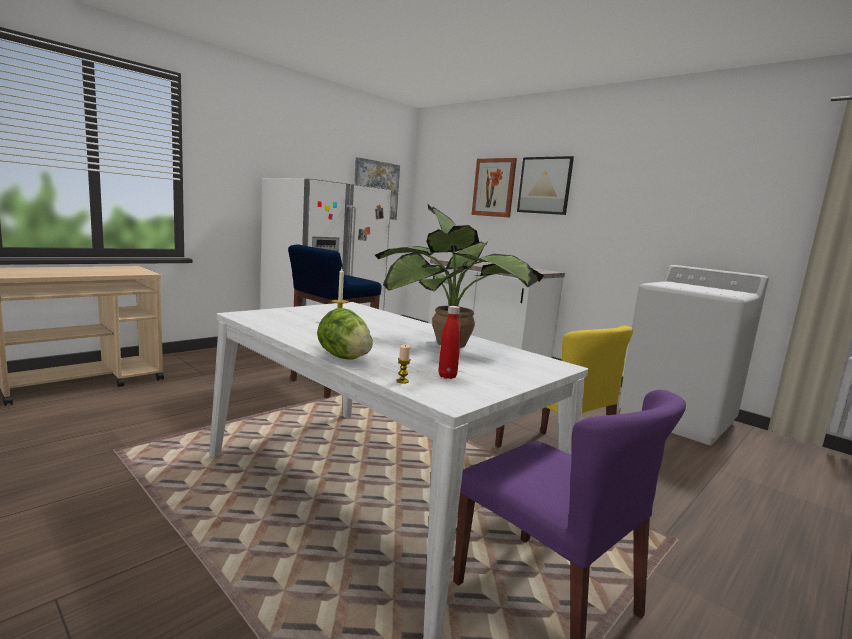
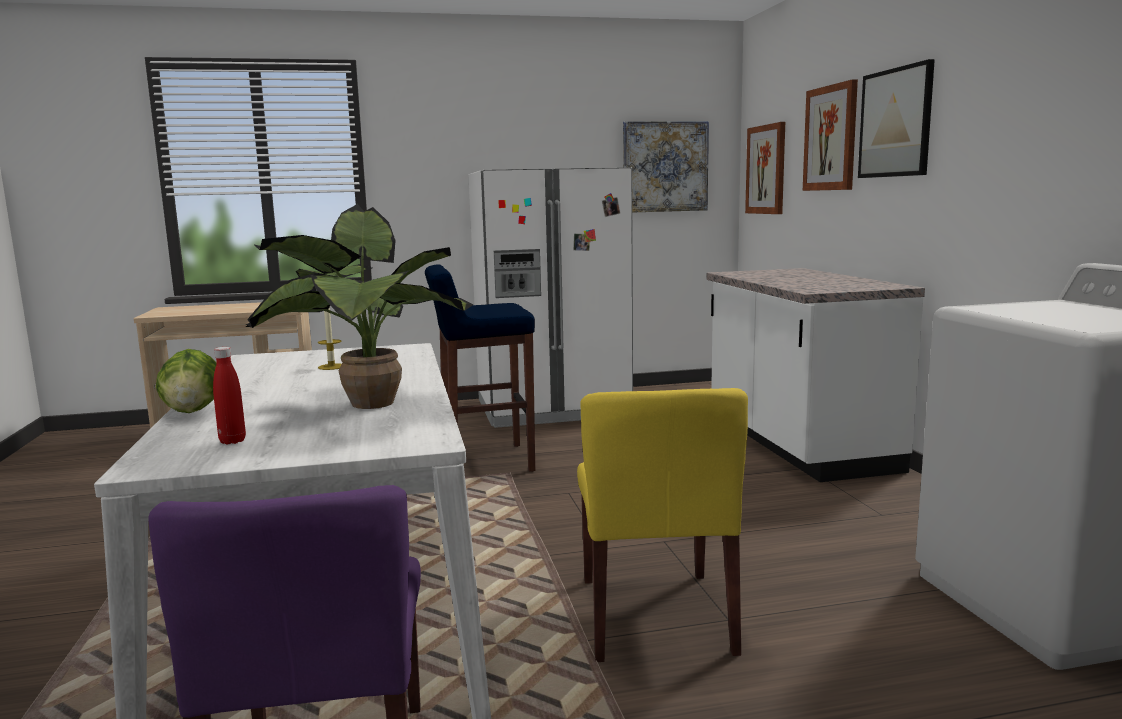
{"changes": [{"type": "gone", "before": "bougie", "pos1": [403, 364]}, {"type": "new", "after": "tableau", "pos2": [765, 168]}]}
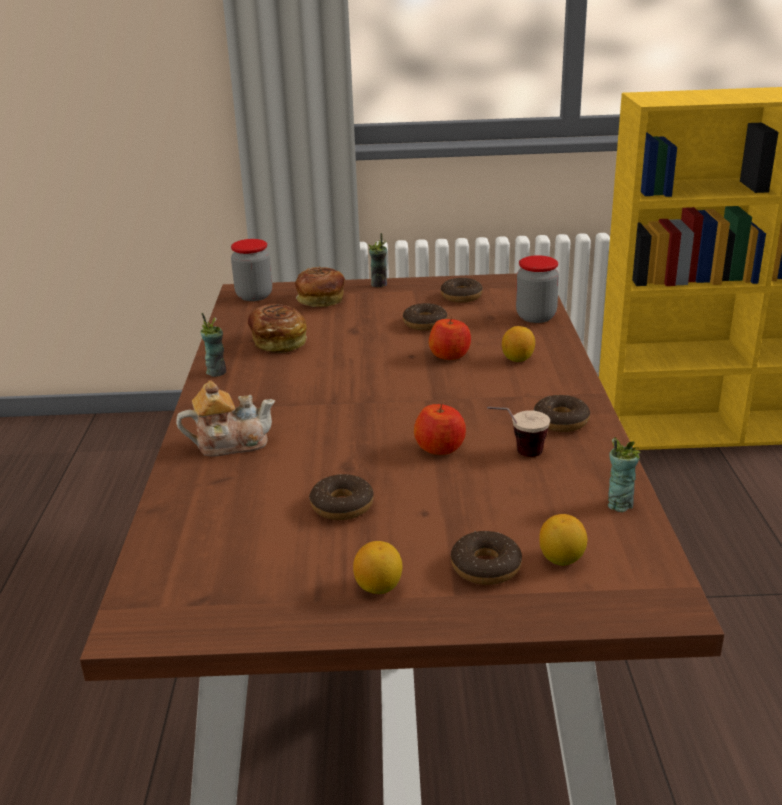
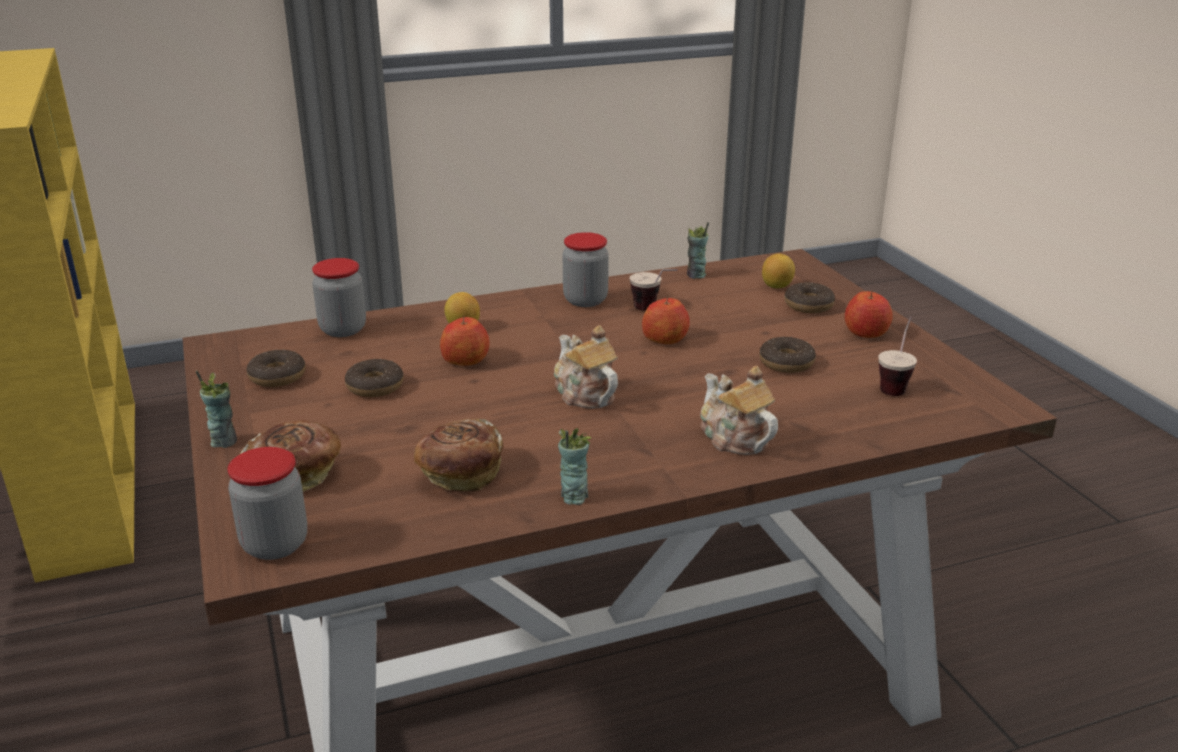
{"changes": [{"type": "swapped", "before": "citron", "after": "pomme", "pos1": [378, 567], "pos2": [869, 314]}, {"type": "swapped", "before": "beignet", "after": "bocal", "pos1": [562, 413], "pos2": [586, 269]}, {"type": "new", "after": "théière", "pos2": [586, 367]}, {"type": "new", "after": "tasse", "pos2": [897, 356]}]}
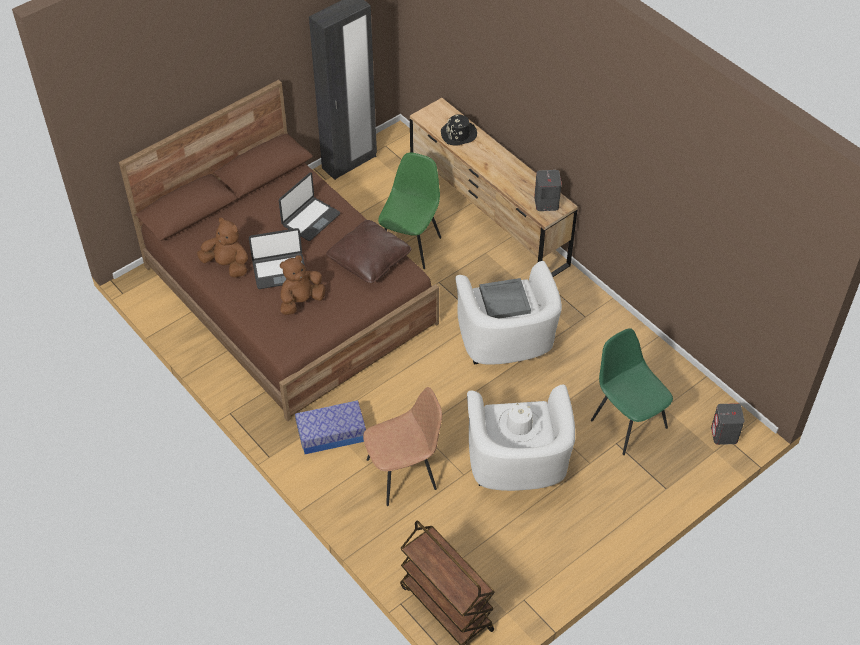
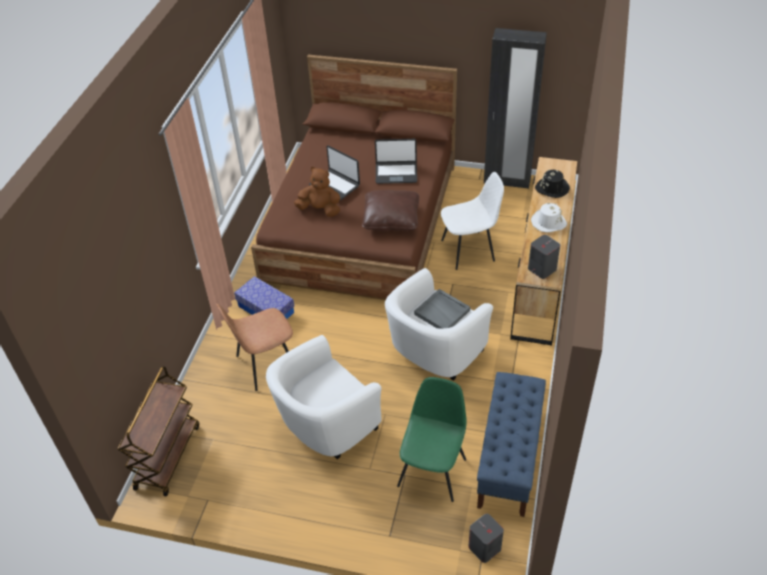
{"changes": [{"type": "gone", "before": "peluche (marron)", "pos1": [222, 248]}, {"type": "rotated", "before": "chaise (marron)", "pos1": [402, 446], "pos2": [254, 347], "turn": 120}, {"type": "repainted", "before": "chaise (vert)", "after": "chaise (blanc)", "pos1": [409, 210], "pos2": [472, 221]}, {"type": "shifted", "before": "chapeau (blanc)", "pos1": [520, 422], "pos2": [549, 217]}, {"type": "new", "after": "banc (bleu)", "pos2": [511, 444]}]}
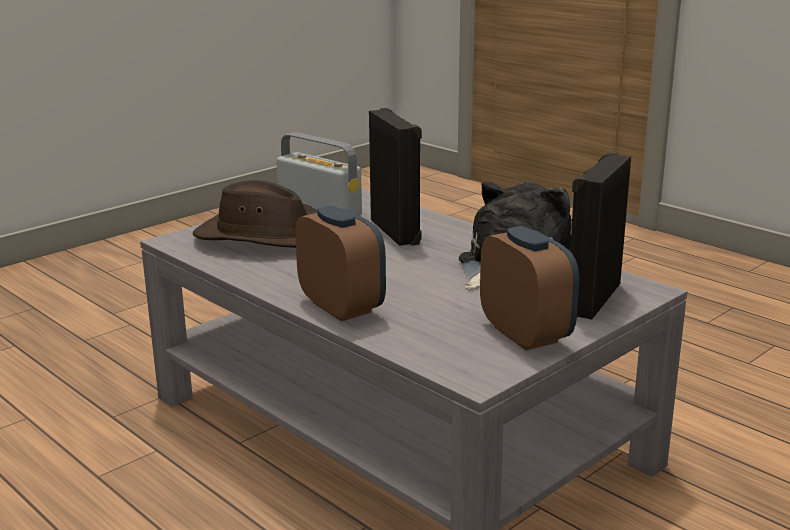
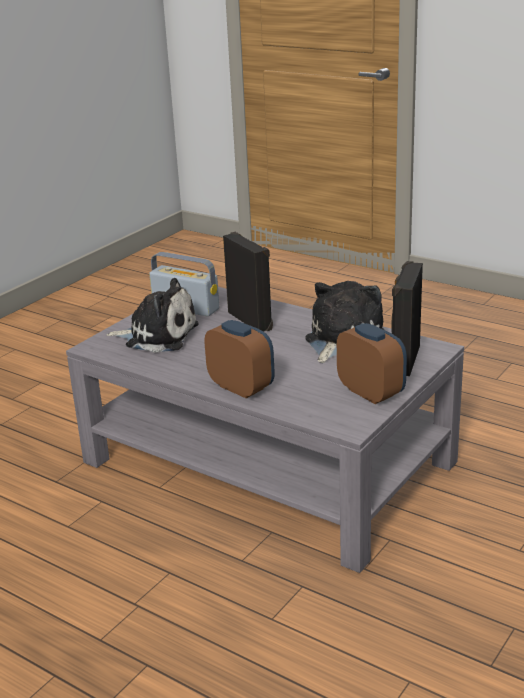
{"changes": [{"type": "swapped", "before": "chapeau (marron)", "after": "peluche", "pos1": [255, 214], "pos2": [153, 315]}]}
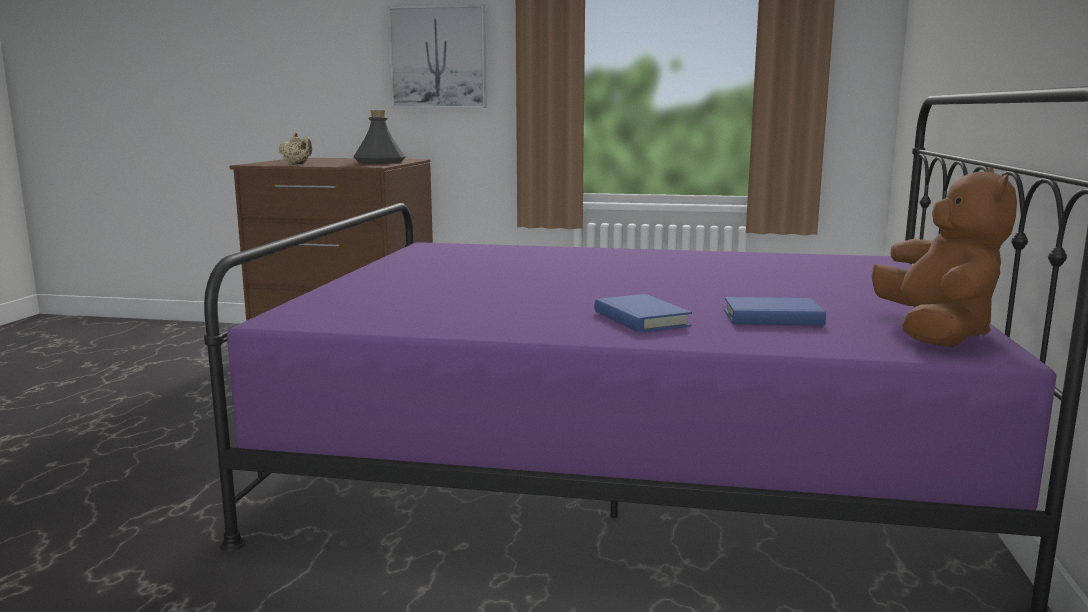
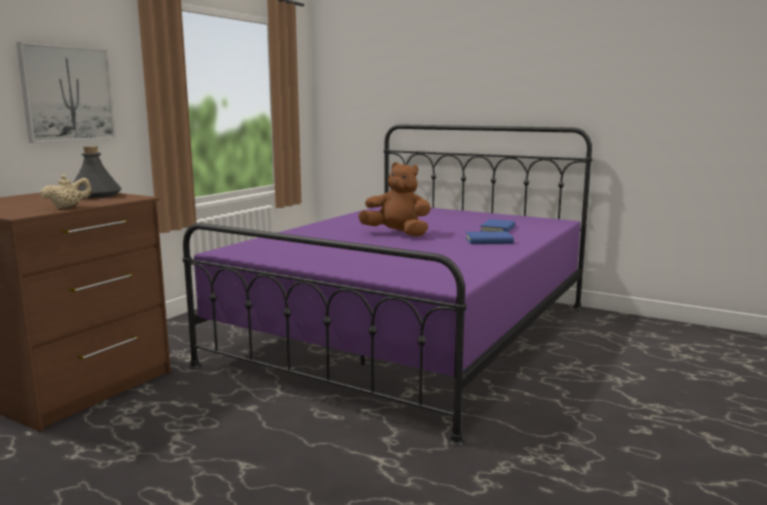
{"changes": [{"type": "shifted", "before": "peluche (marron)", "pos1": [944, 257], "pos2": [394, 199]}]}
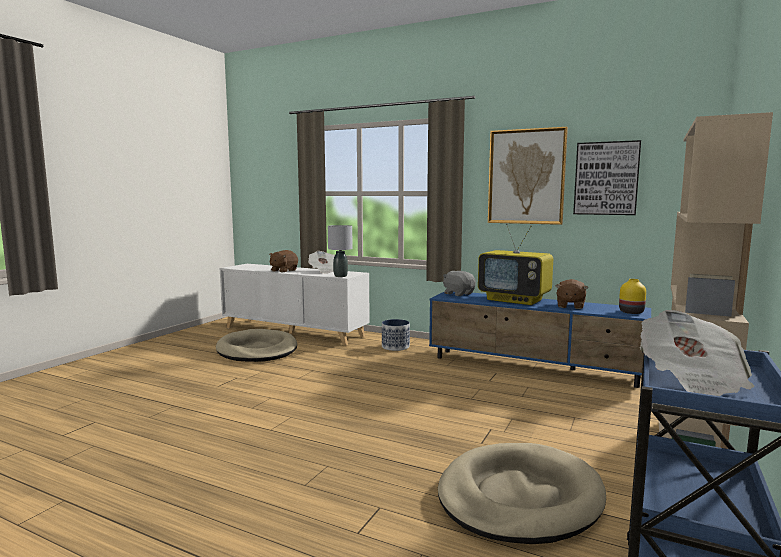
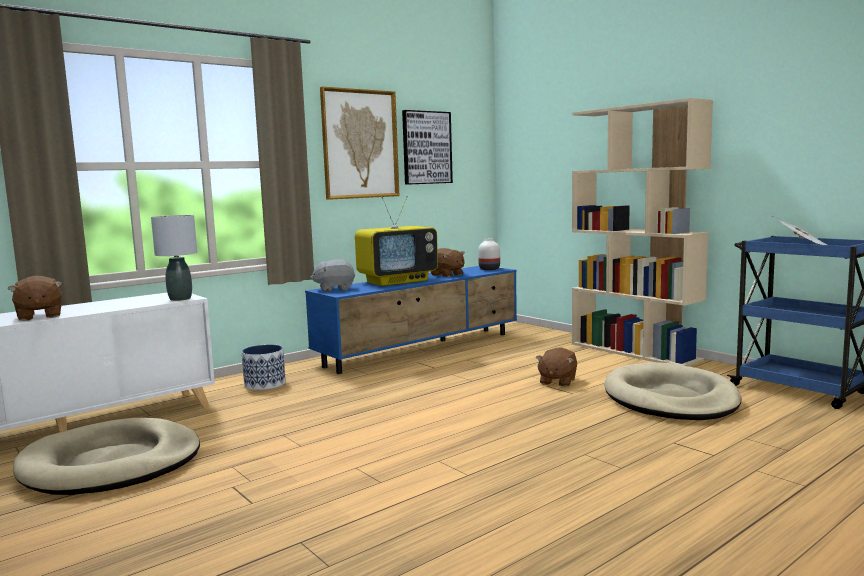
{"changes": [{"type": "gone", "before": "journal", "pos1": [321, 262]}, {"type": "repainted", "before": "vase (jaune)", "after": "vase (blanc)", "pos1": [632, 296], "pos2": [489, 254]}, {"type": "new", "after": "peluche (marron)", "pos2": [556, 367]}]}
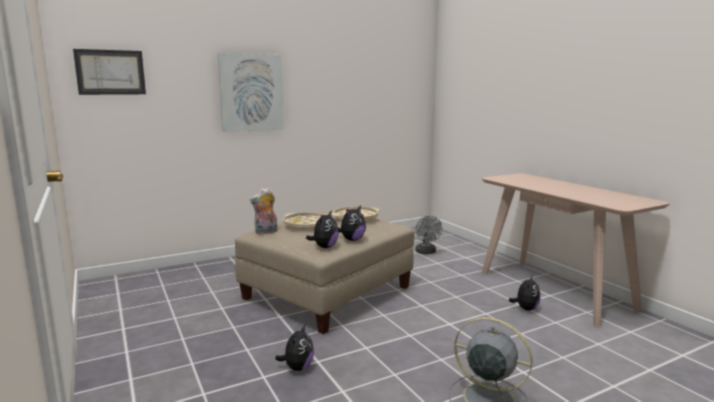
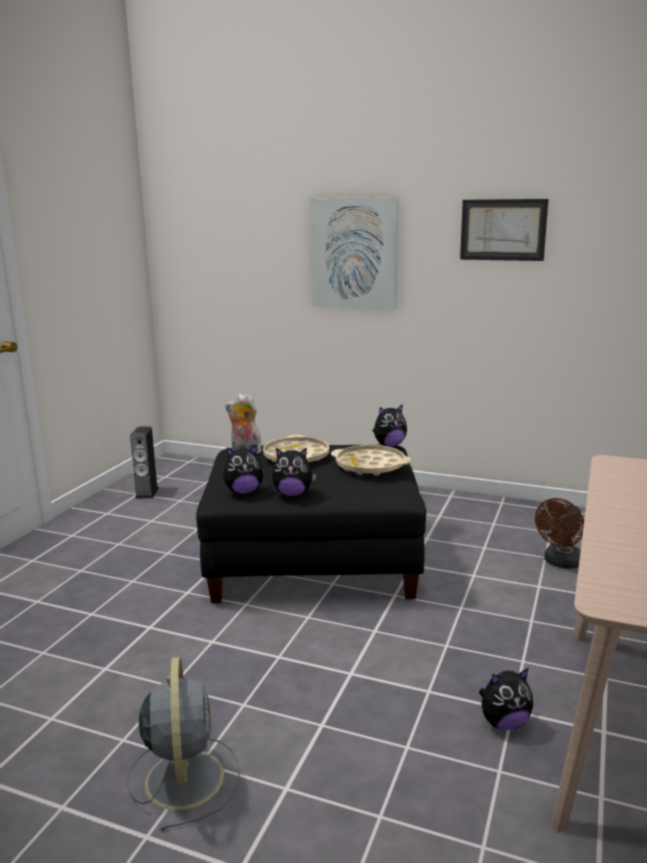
{"changes": [{"type": "shifted", "before": "tableau", "pos1": [109, 72], "pos2": [504, 230]}, {"type": "repainted", "before": "pouf (beige)", "after": "pouf (noir)", "pos1": [325, 272], "pos2": [311, 524]}, {"type": "shifted", "before": "peluche", "pos1": [294, 348], "pos2": [390, 425]}, {"type": "repainted", "before": "ventilateur (gris)", "after": "ventilateur (marron)", "pos1": [429, 235], "pos2": [559, 533]}, {"type": "new", "after": "enceinte", "pos2": [144, 462]}]}
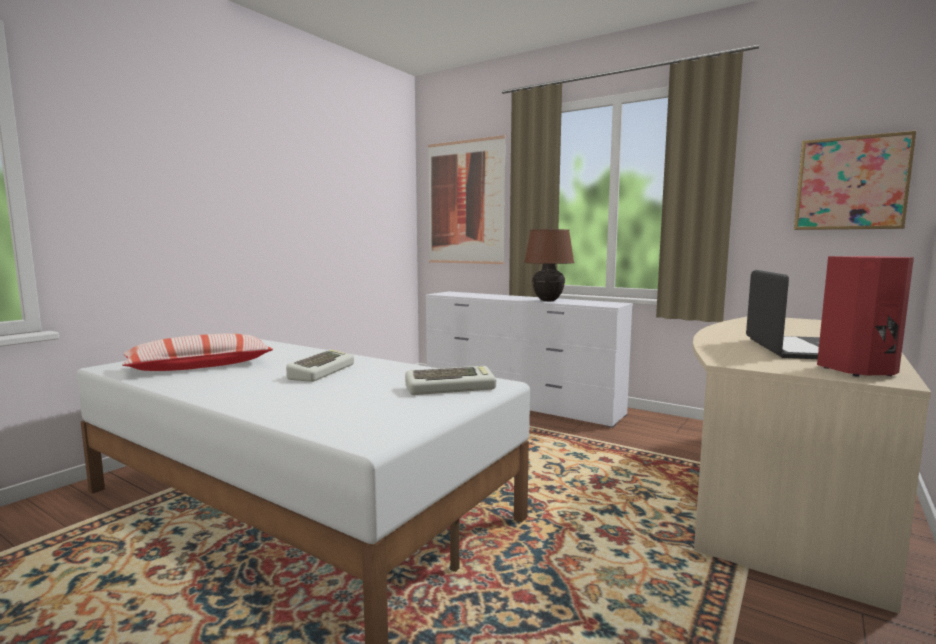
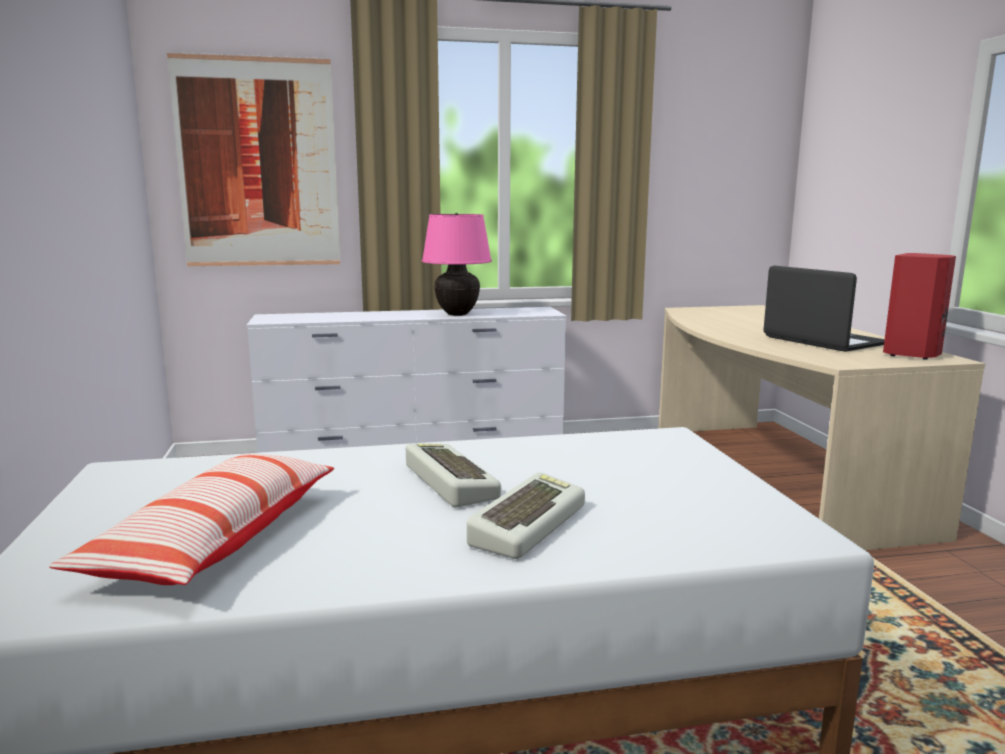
{"changes": [{"type": "shifted", "before": "clavier", "pos1": [450, 380], "pos2": [526, 515]}, {"type": "repainted", "before": "lampe de table (marron)", "after": "lampe de table (rose)", "pos1": [549, 265], "pos2": [457, 264]}, {"type": "gone", "before": "tableau", "pos1": [855, 180]}]}
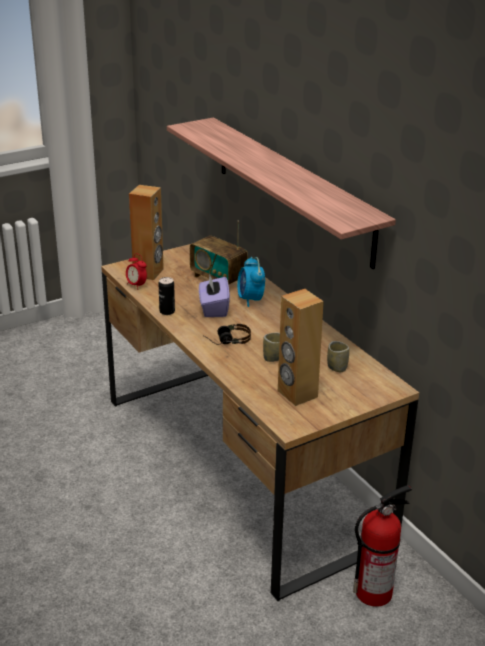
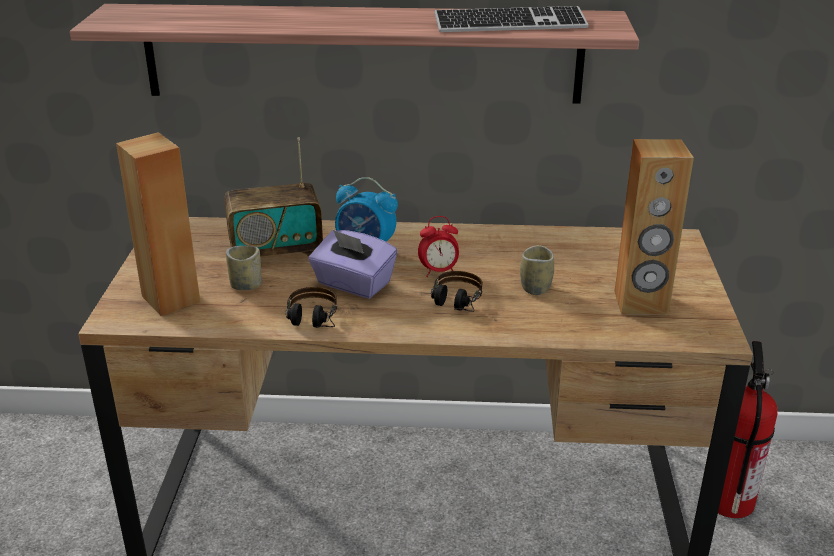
{"changes": [{"type": "shifted", "before": "réveil", "pos1": [136, 271], "pos2": [438, 246]}, {"type": "swapped", "before": "boîte métallique", "after": "casque audio", "pos1": [166, 296], "pos2": [311, 307]}, {"type": "shifted", "before": "tasse", "pos1": [338, 356], "pos2": [244, 268]}, {"type": "new", "after": "clavier", "pos2": [511, 19]}]}
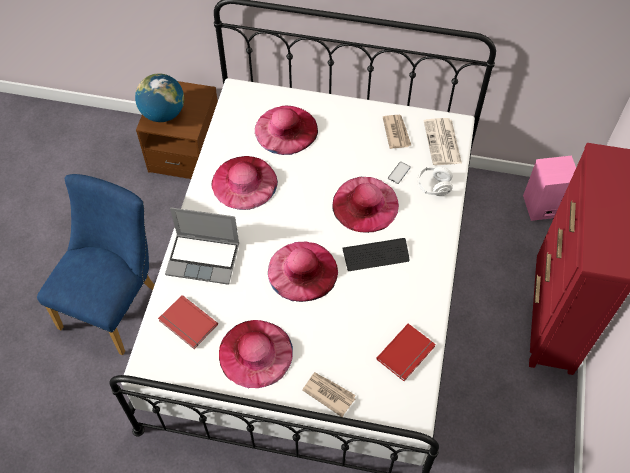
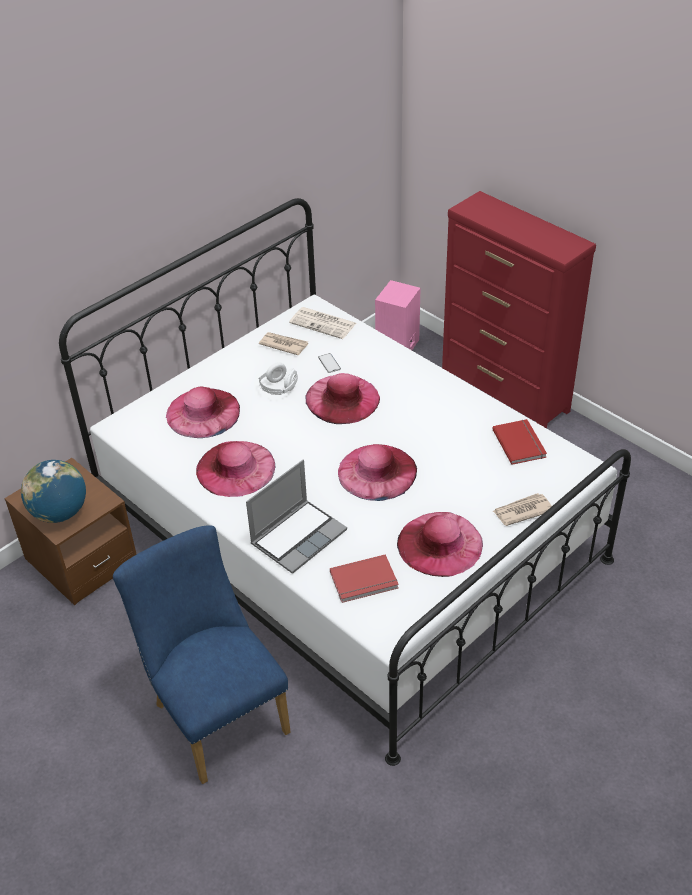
{"changes": [{"type": "gone", "before": "clavier", "pos1": [376, 254]}, {"type": "shifted", "before": "casque audio (blanc)", "pos1": [435, 181], "pos2": [278, 378]}]}
